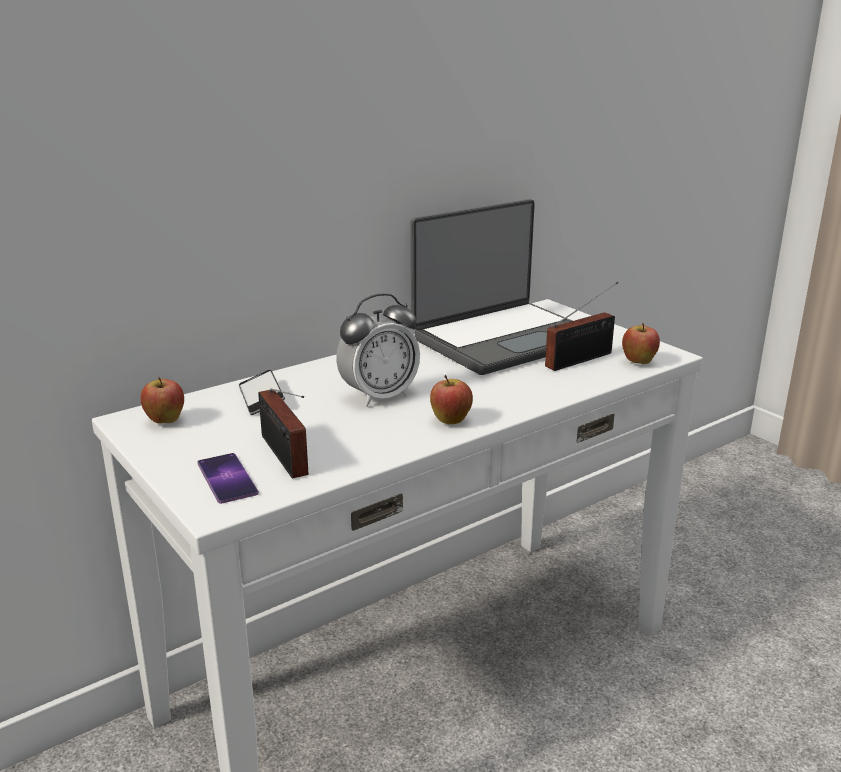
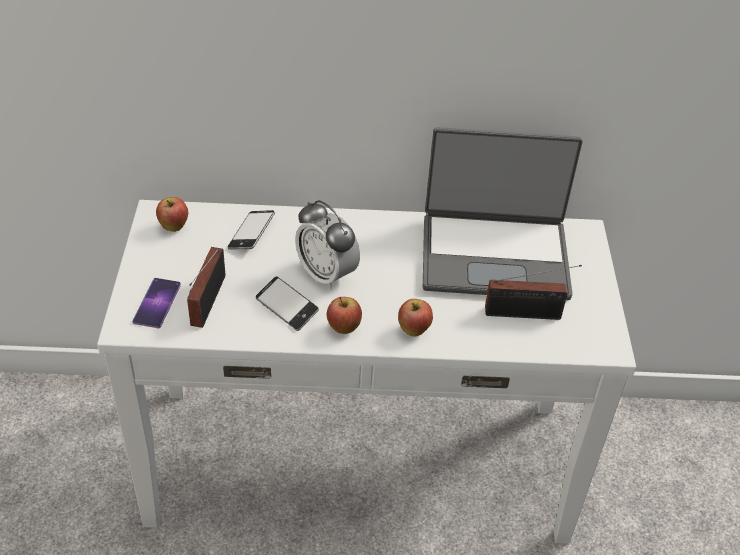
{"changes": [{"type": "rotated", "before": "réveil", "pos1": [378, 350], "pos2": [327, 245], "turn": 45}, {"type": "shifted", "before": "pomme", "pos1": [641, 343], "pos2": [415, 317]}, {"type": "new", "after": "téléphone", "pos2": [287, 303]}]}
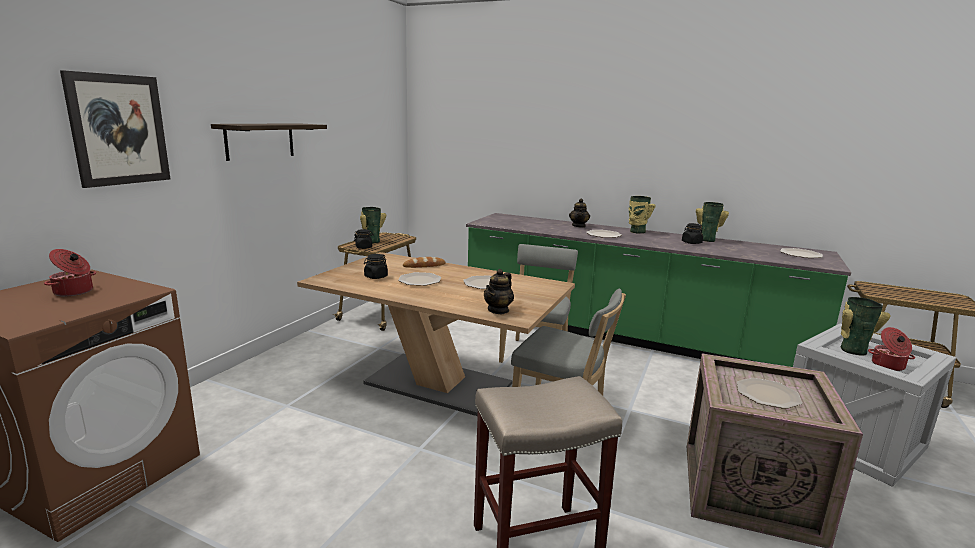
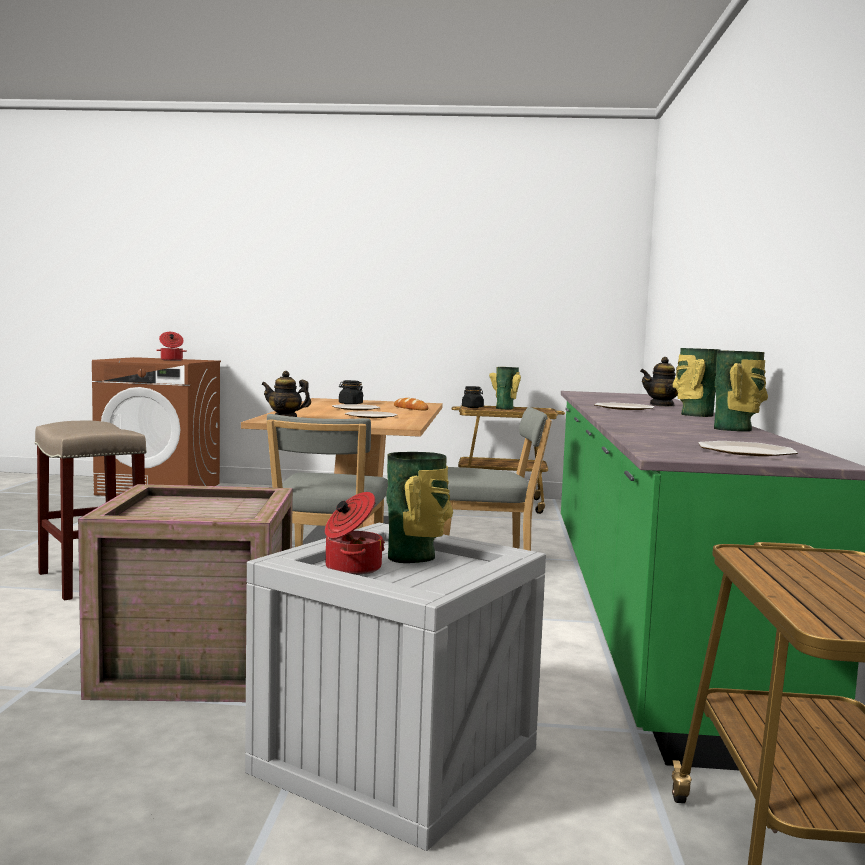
{"changes": [{"type": "gone", "before": "tableau", "pos1": [115, 129]}, {"type": "gone", "before": "étagère", "pos1": [269, 142]}, {"type": "gone", "before": "bocal (noir)", "pos1": [692, 233]}, {"type": "gone", "before": "assiette", "pos1": [769, 393]}]}
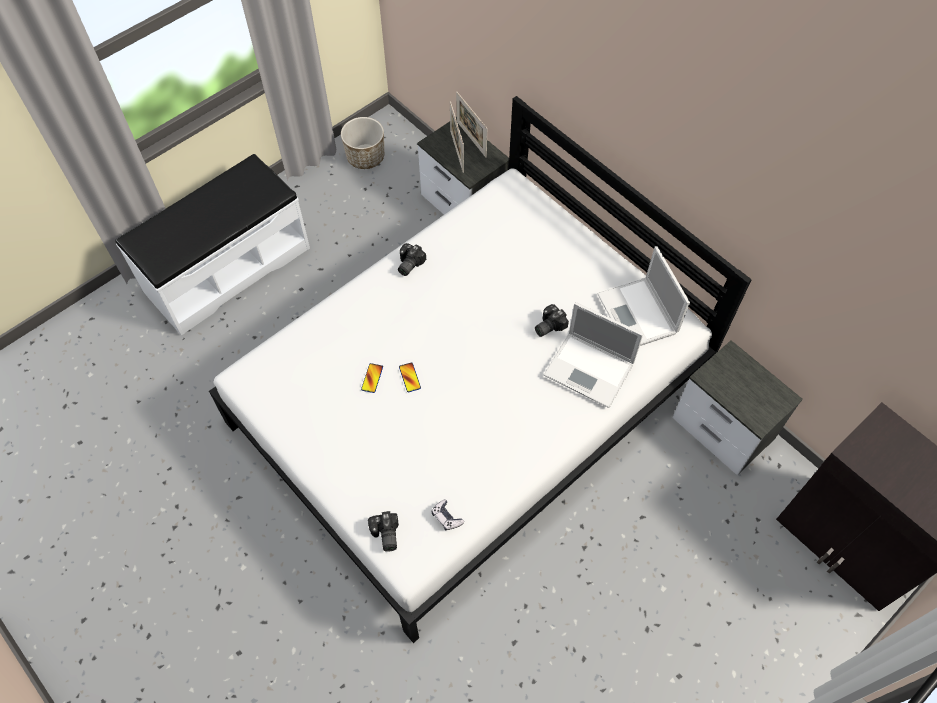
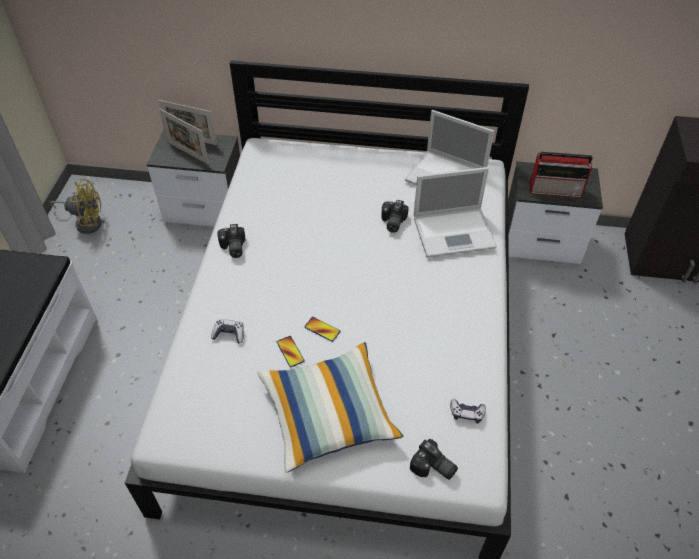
{"changes": [{"type": "swapped", "before": "cache-pot", "after": "ventilateur (jaune)", "pos1": [362, 143], "pos2": [76, 206]}, {"type": "new", "after": "manette", "pos2": [227, 331]}, {"type": "new", "after": "coussin", "pos2": [330, 407]}, {"type": "new", "after": "radio", "pos2": [561, 175]}]}
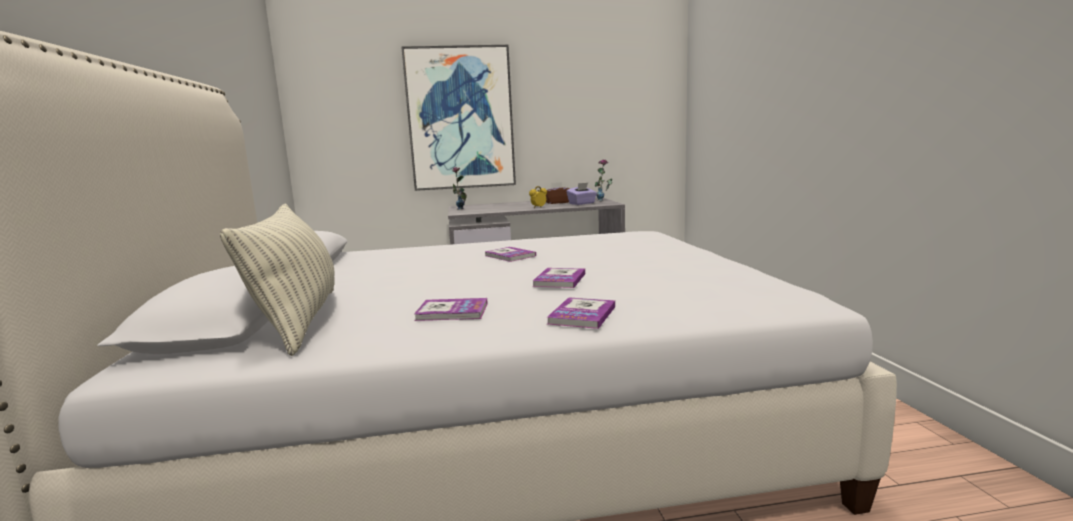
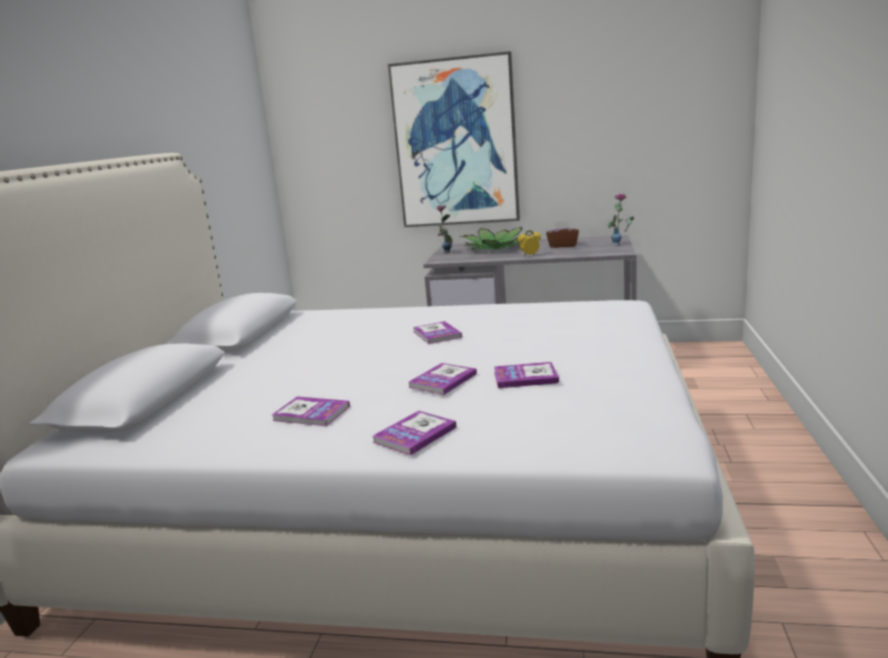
{"changes": [{"type": "gone", "before": "coussin", "pos1": [277, 280]}, {"type": "gone", "before": "boîte à mouchoirs (violet)", "pos1": [581, 194]}, {"type": "new", "after": "plante en pot", "pos2": [495, 238]}, {"type": "new", "after": "livre", "pos2": [526, 375]}]}
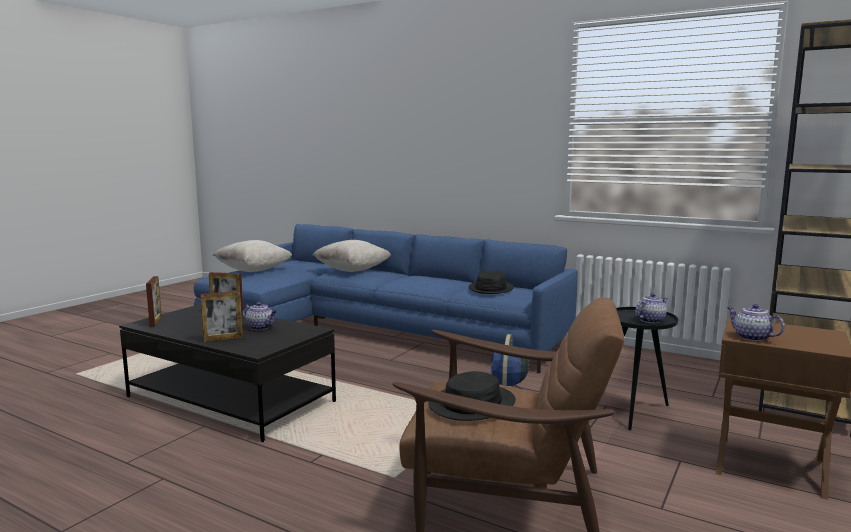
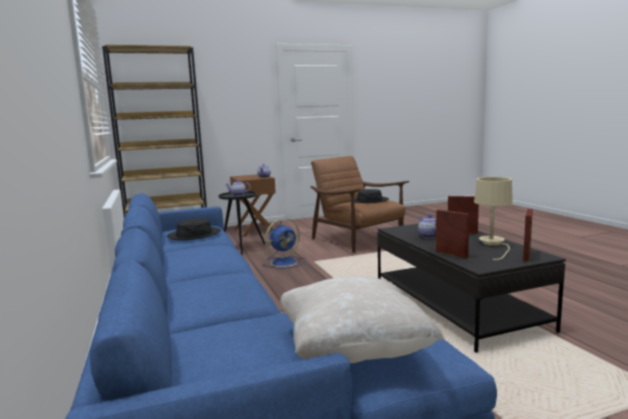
{"changes": [{"type": "gone", "before": "coussin (beige)", "pos1": [352, 256]}, {"type": "new", "after": "lampe de table (beige)", "pos2": [493, 218]}]}
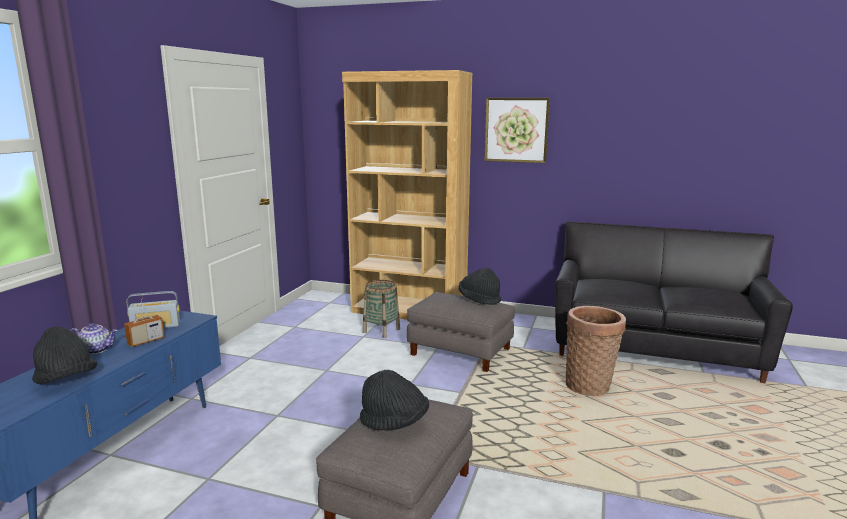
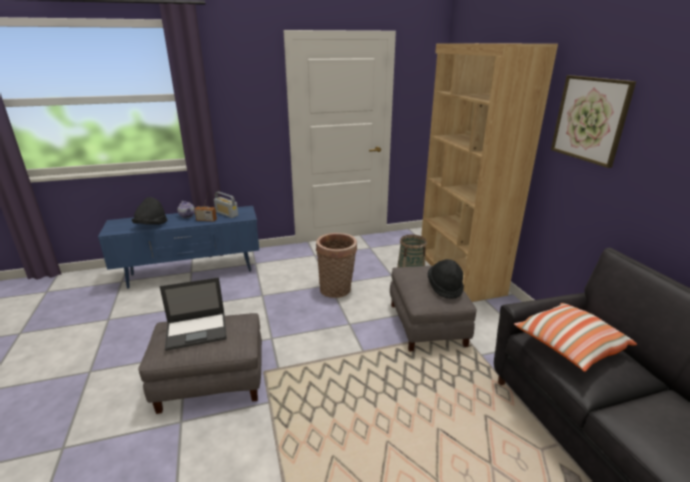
{"changes": [{"type": "swapped", "before": "chapeau (noir)", "after": "ordinateur portable", "pos1": [394, 400], "pos2": [193, 314]}, {"type": "shifted", "before": "panier", "pos1": [596, 351], "pos2": [336, 265]}, {"type": "new", "after": "coussin", "pos2": [575, 337]}]}
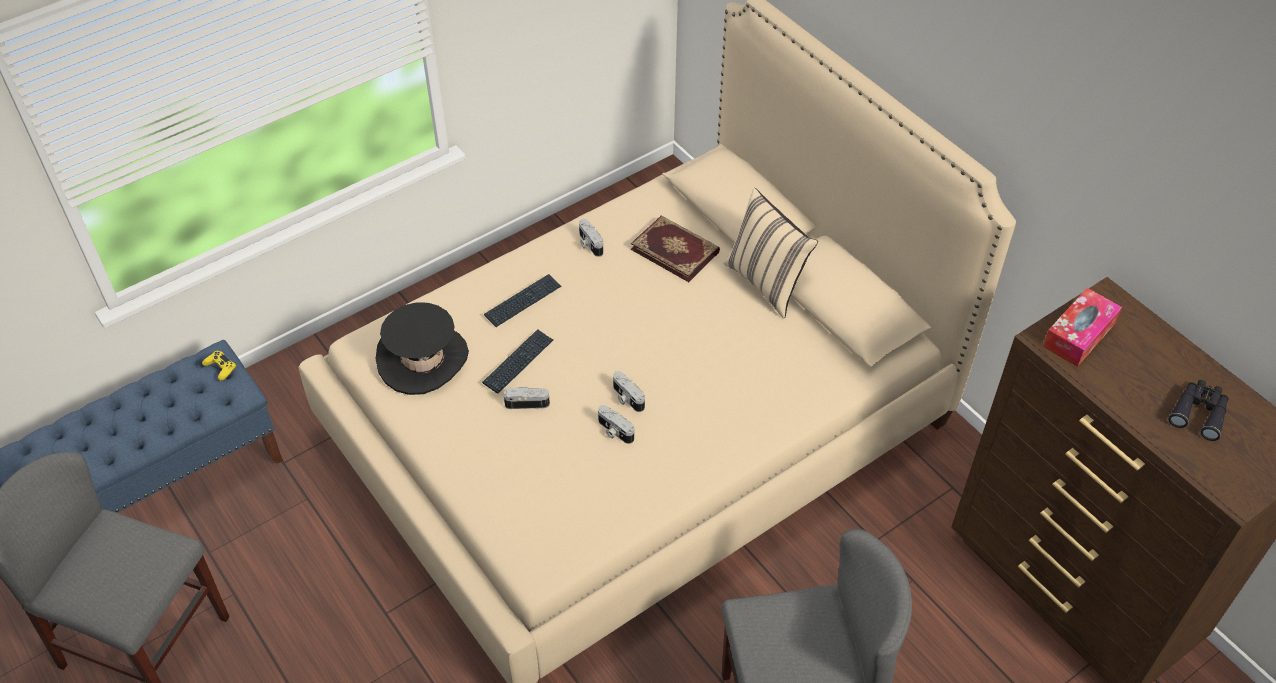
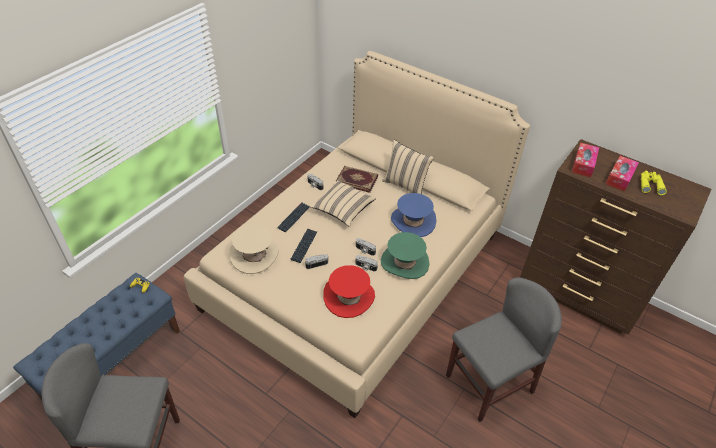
{"changes": [{"type": "repainted", "before": "chapeau (noir)", "after": "chapeau (beige)", "pos1": [422, 348], "pos2": [254, 249]}, {"type": "repainted", "before": "jumelles (noir)", "after": "jumelles (jaune)", "pos1": [1198, 410], "pos2": [654, 183]}, {"type": "new", "after": "coussin (beige)", "pos2": [342, 203]}, {"type": "new", "after": "chapeau (rouge)", "pos2": [349, 291]}, {"type": "new", "after": "chapeau (vert)", "pos2": [405, 255]}, {"type": "new", "after": "chapeau (bleu)", "pos2": [414, 215]}, {"type": "new", "after": "boîte à mouchoirs", "pos2": [622, 173]}]}
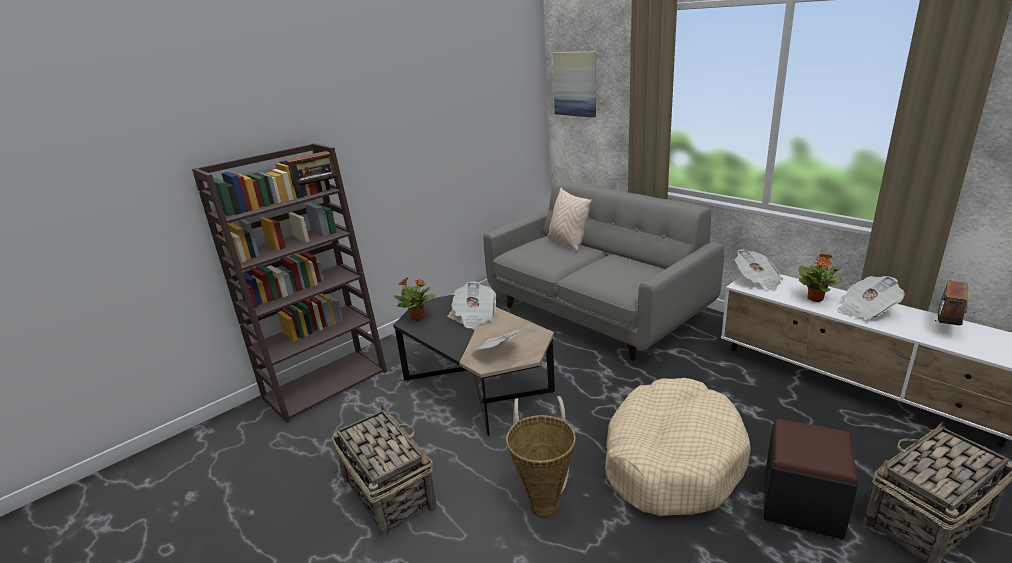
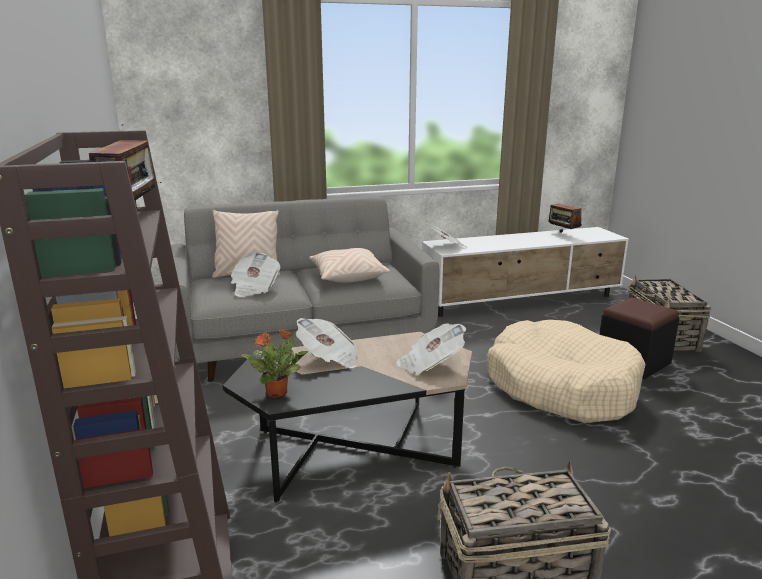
{"changes": [{"type": "gone", "before": "panier", "pos1": [541, 457]}, {"type": "gone", "before": "tableau", "pos1": [574, 85]}, {"type": "gone", "before": "plante en pot", "pos1": [820, 278]}, {"type": "shifted", "before": "journal", "pos1": [871, 298], "pos2": [255, 274]}, {"type": "new", "after": "coussin (beige)", "pos2": [349, 265]}]}
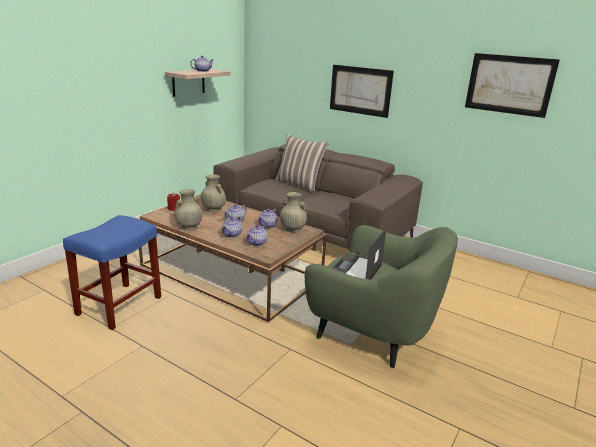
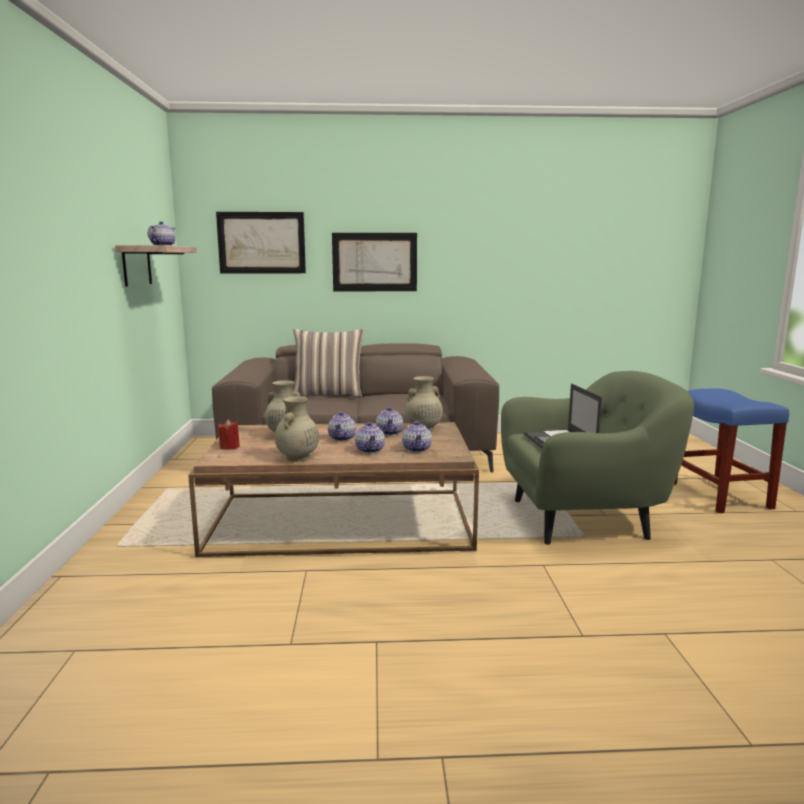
{"changes": [{"type": "shifted", "before": "tabouret (bleu)", "pos1": [112, 272], "pos2": [731, 450]}, {"type": "shifted", "before": "tableau", "pos1": [512, 85], "pos2": [261, 242]}]}
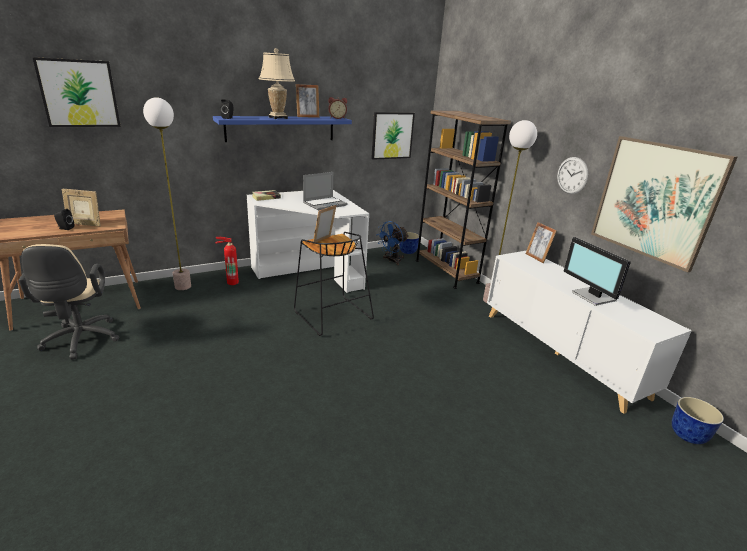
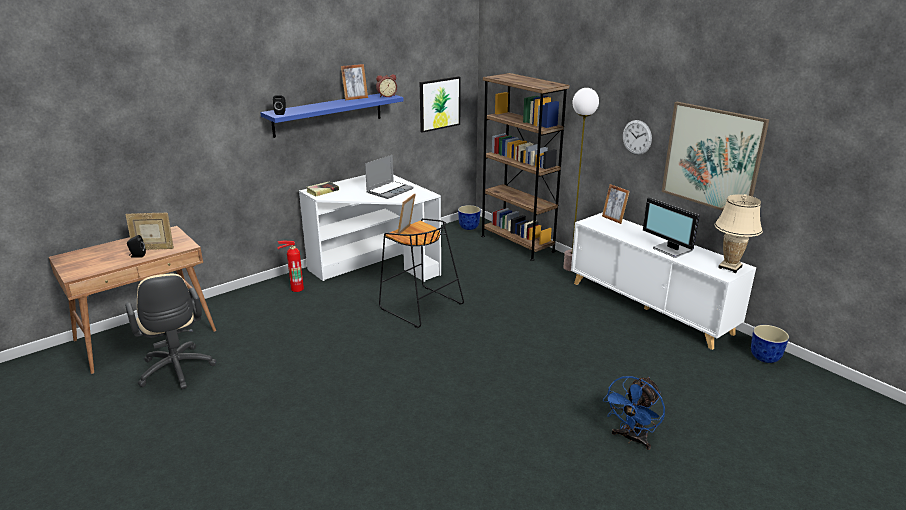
{"changes": [{"type": "gone", "before": "tableau", "pos1": [76, 92]}, {"type": "gone", "before": "lampadaire", "pos1": [167, 193]}, {"type": "shifted", "before": "lampe de table (beige)", "pos1": [277, 83], "pos2": [738, 233]}, {"type": "shifted", "before": "ventilateur (bleu)", "pos1": [392, 243], "pos2": [634, 413]}]}
